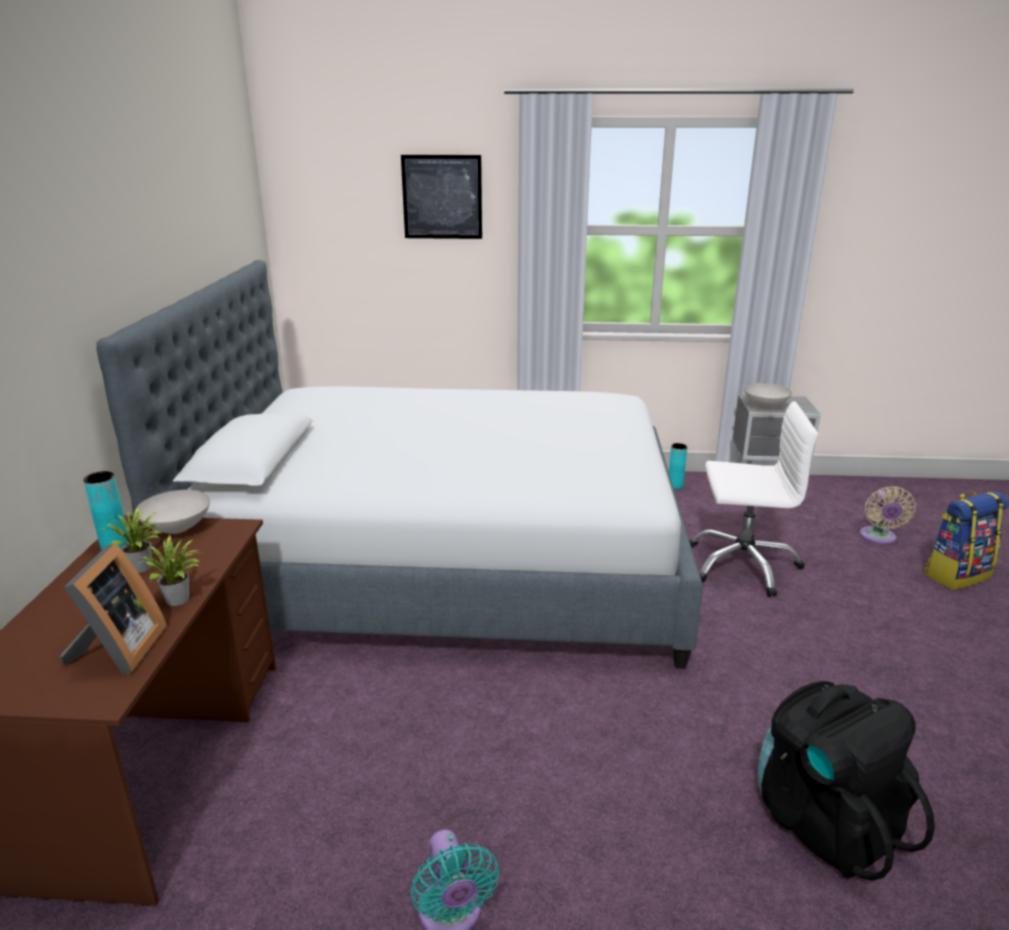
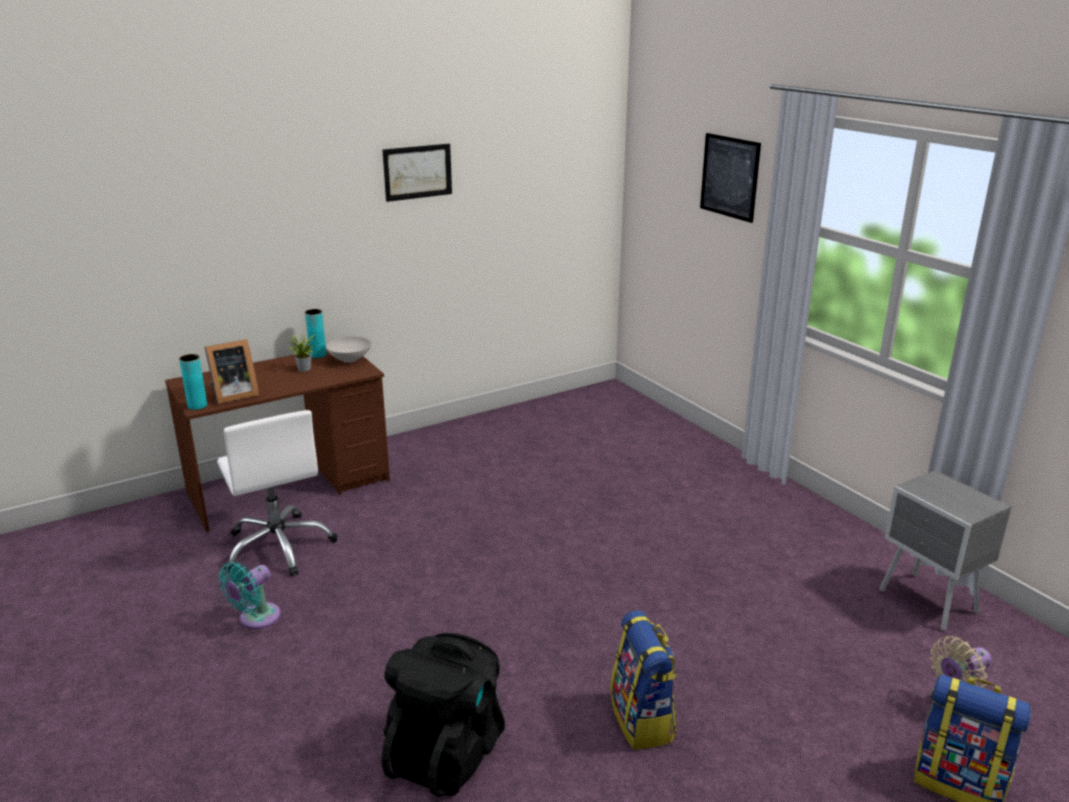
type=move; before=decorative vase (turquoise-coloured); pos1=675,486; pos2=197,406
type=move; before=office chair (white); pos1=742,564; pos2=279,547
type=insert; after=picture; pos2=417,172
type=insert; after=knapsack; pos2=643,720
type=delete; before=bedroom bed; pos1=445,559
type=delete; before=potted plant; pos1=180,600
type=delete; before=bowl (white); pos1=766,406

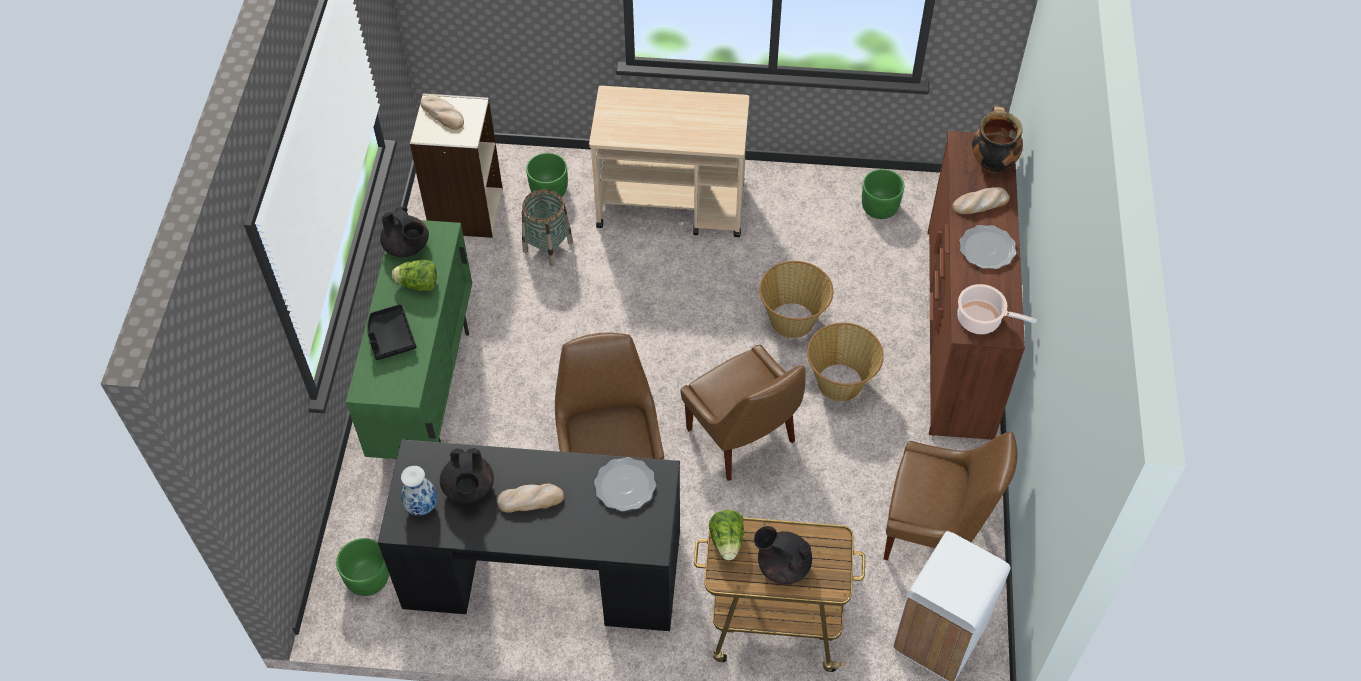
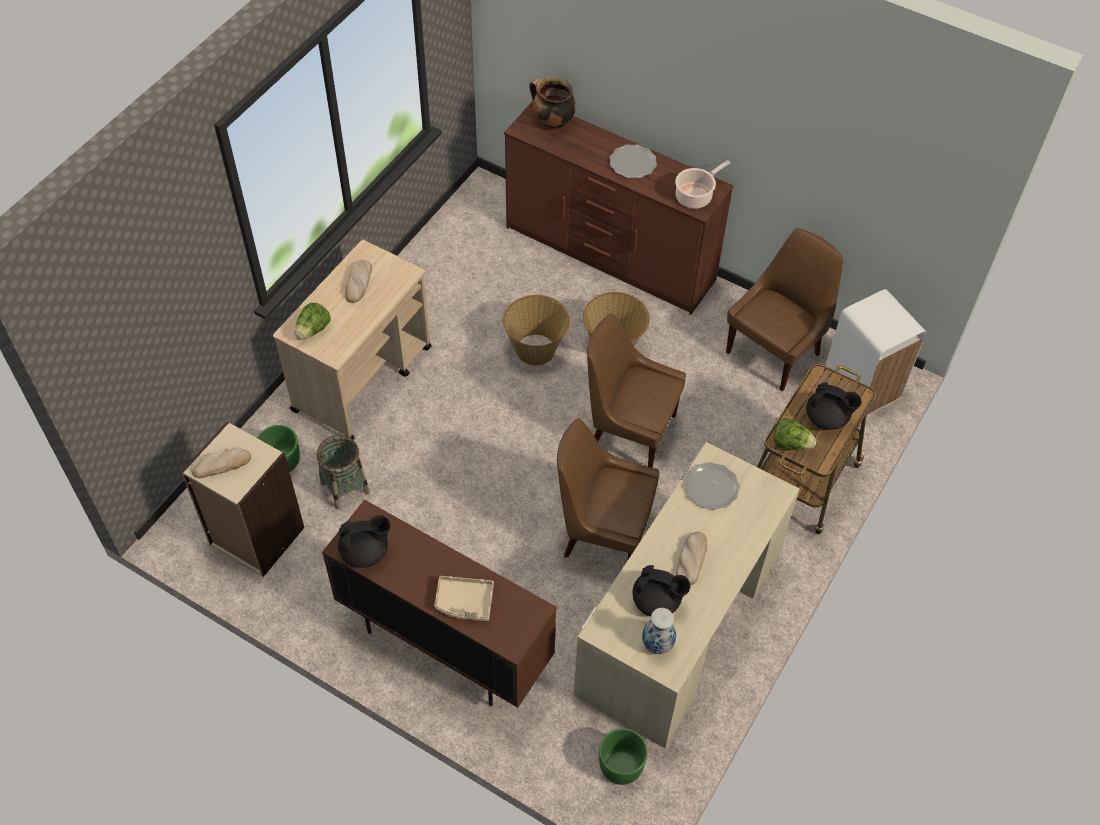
type=move; before=head of lettuce; pos1=418,284; pos2=313,330
type=recolor; before=cabinet (green); after=cabinet (brownish); pos1=427,390; pos2=445,645
type=move; before=baked bread; pos1=980,203; pos2=358,283
type=recolor; before=carrying tray (blackish); after=carrying tray (beige-coloured); pos1=390,337; pos2=464,602
type=recolor; before=desk table (blackish); after=desk table (beige-coloured); pos1=542,568; pos2=678,623
type=rotate; before=chair (brownish); pos1=743,438; pos2=629,431; turn=-150
type=rotate; before=teapot (blackish); pos1=782,565; pos2=827,418; turn=-120
type=delete; before=planter (green); pos1=880,208

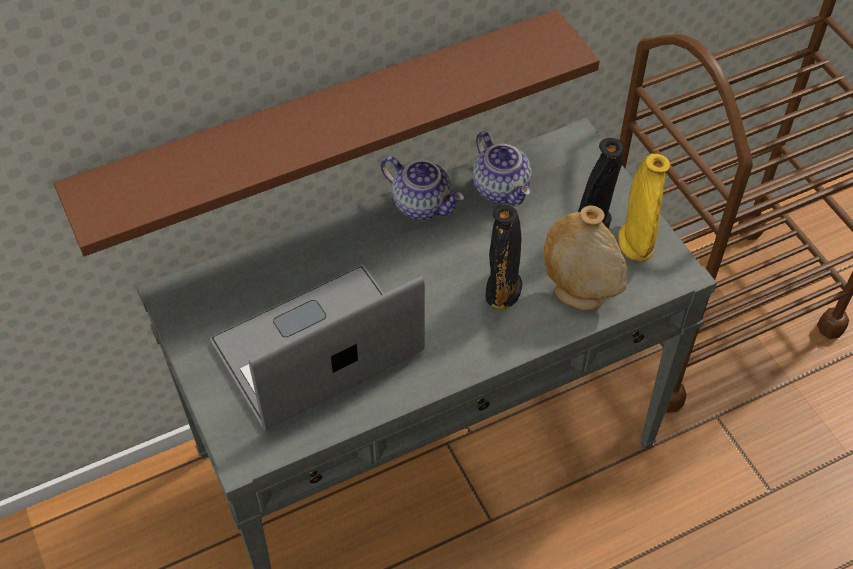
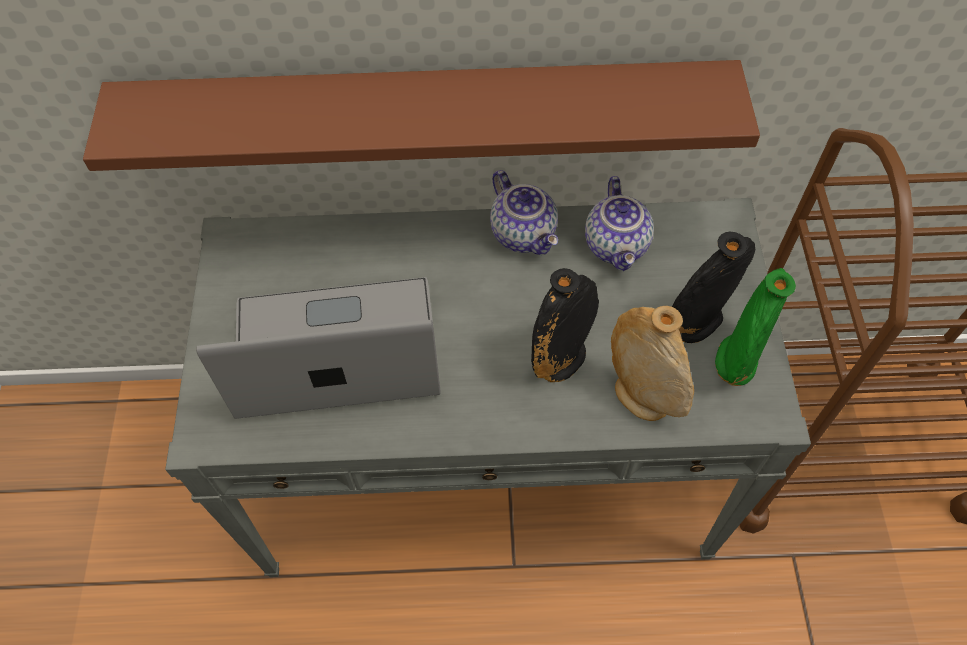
type=recolor; before=decorative vase (yellowish); after=decorative vase (green); pos1=635,243; pos2=736,361

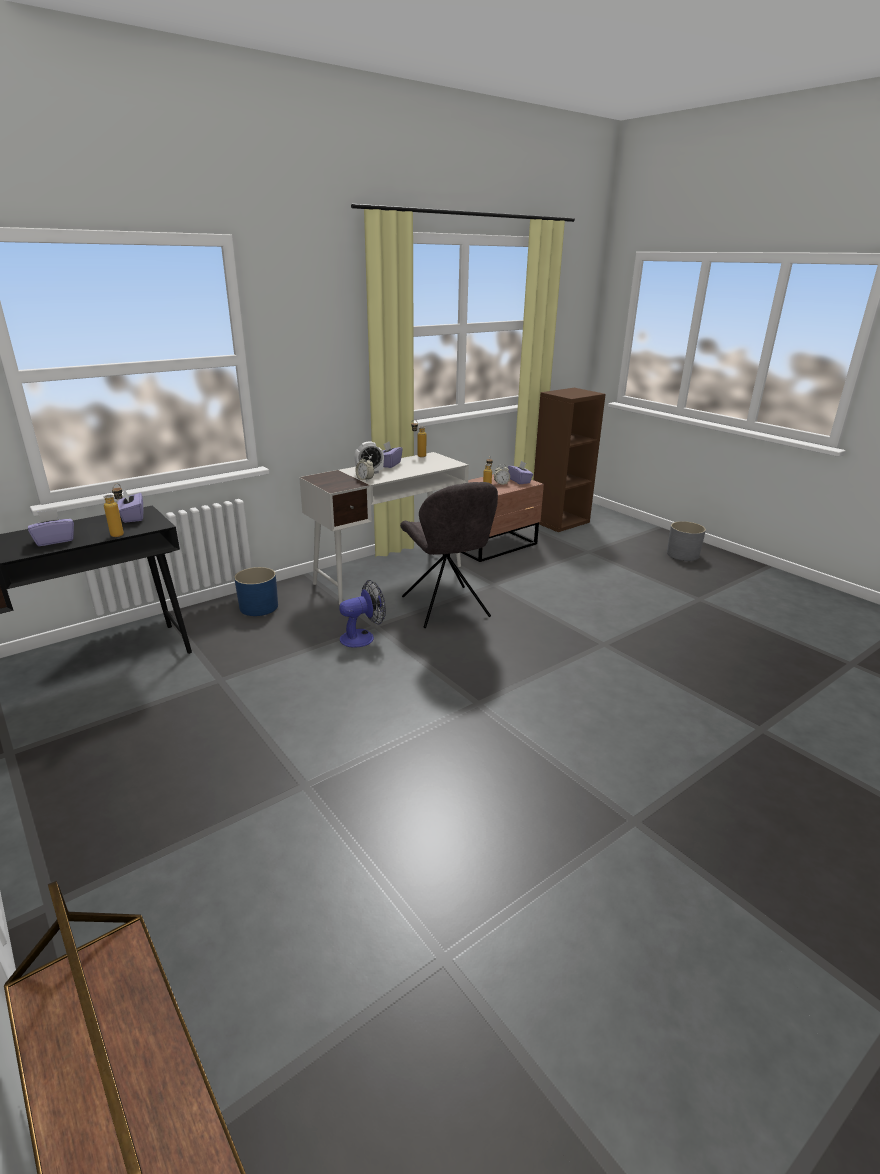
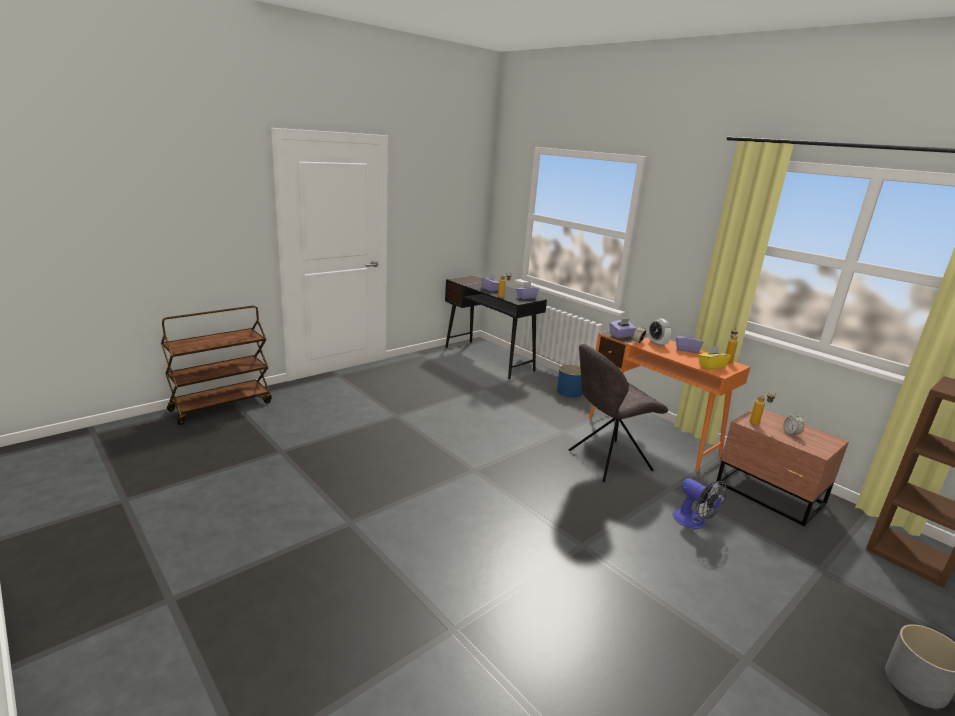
type=recolor; before=desk table (white); after=desk table (orangey); pos1=390,574; pos2=652,436
type=move; before=tissue box (purple); pos1=520,481; pos2=621,335
type=move; before=fan; pos1=363,637; pos2=694,522
type=insert; after=tissue box (yellowish); pos2=711,366

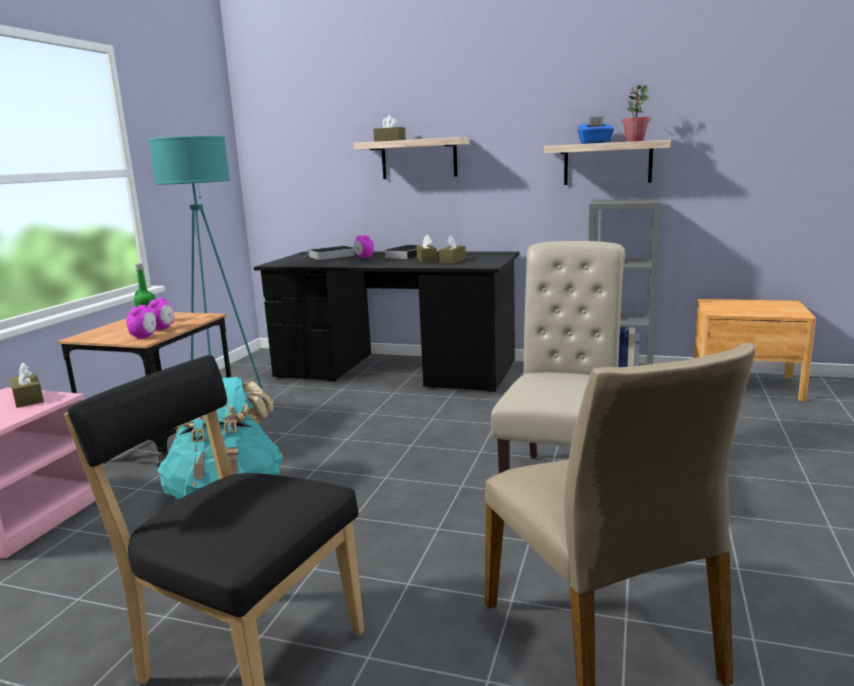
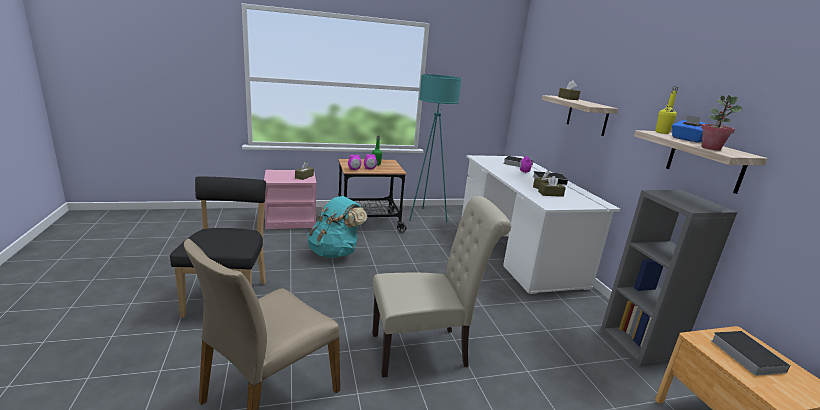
type=recolor; before=desk table (blackish); after=desk table (white); pos1=395,370; pos2=517,250
type=insert; after=beverage bottle (yellowish); pos2=662,132
type=insert; after=bound book; pos2=744,354

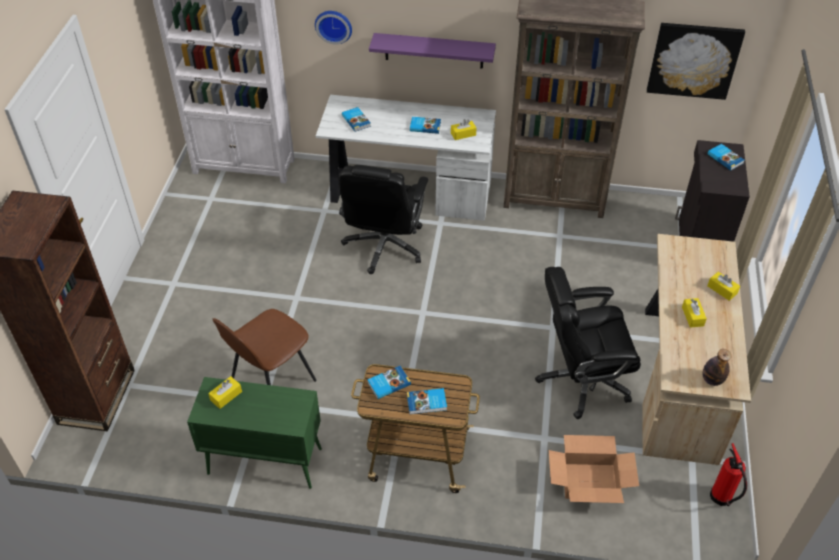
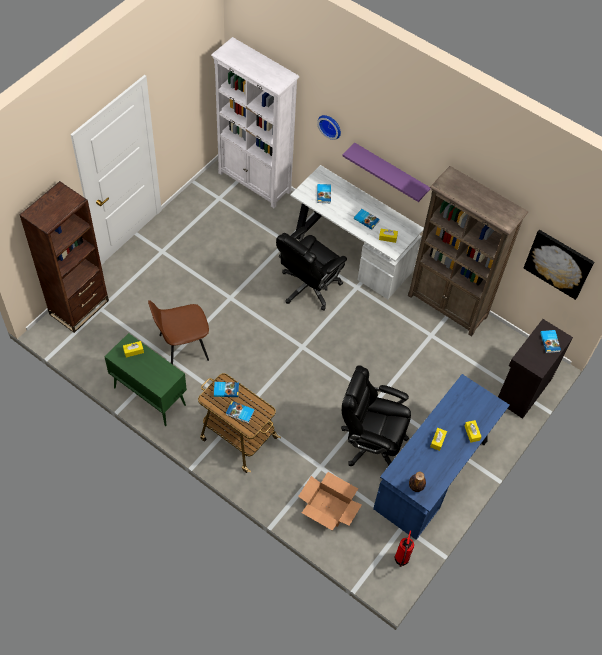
type=recolor; before=desk table (beige-coloured); after=desk table (bluish); pos1=678,378; pos2=434,473

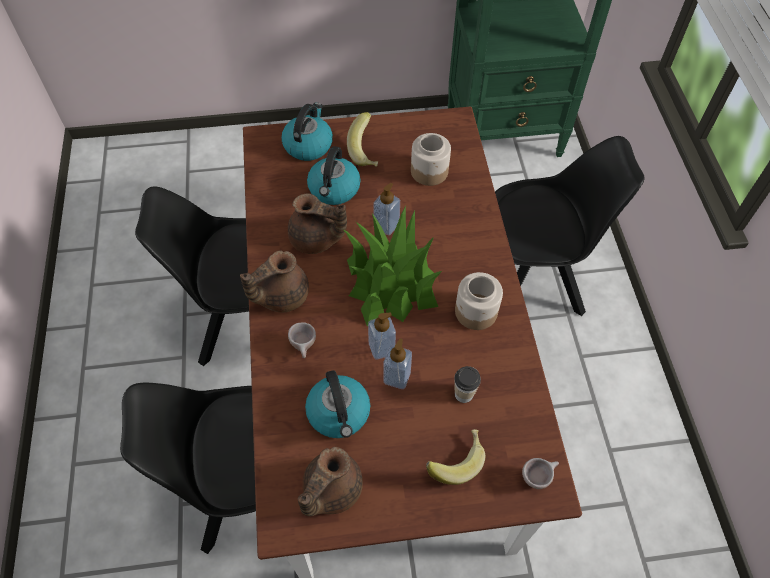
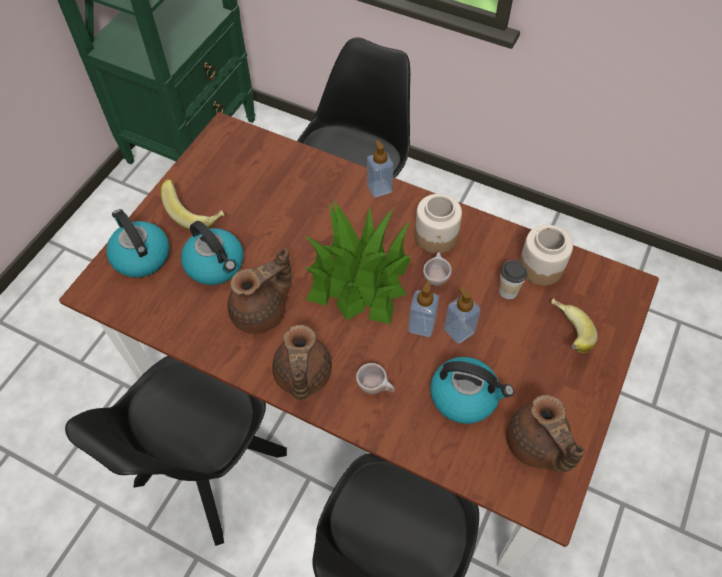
type=move; before=soap bottle; pos1=386,225; pos2=379,188
type=move; before=cup (beige-coloured); pos1=538,477; pos2=435,277
type=move; before=jar; pos1=429,171; pos2=540,267

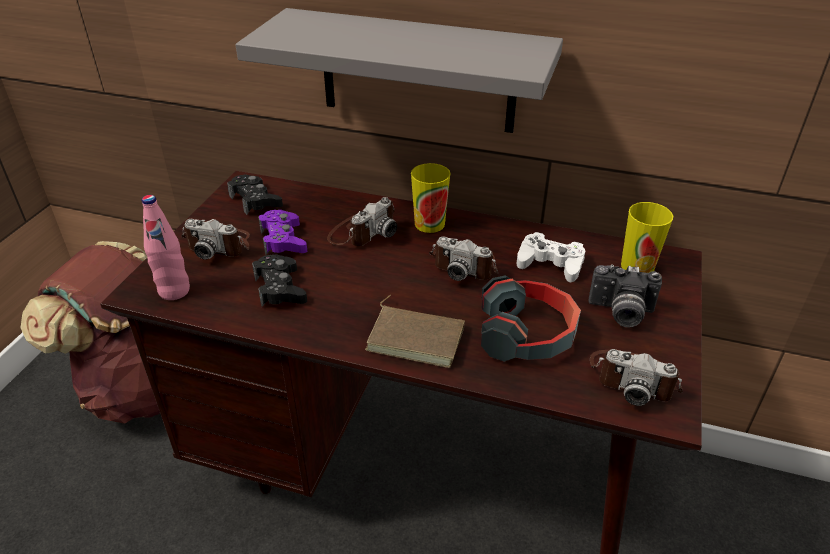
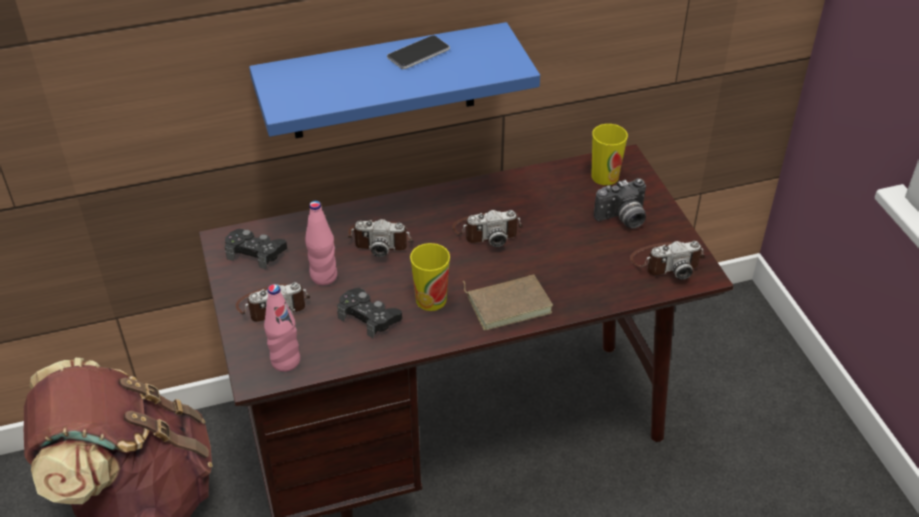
type=recolor; before=bracket shelf (grey); after=bracket shelf (bluish); pos1=417,72; pos2=383,82
type=replace; before=joypad (purple); after=beverage bottle (pinkish); pos1=283,240; pos2=323,277
type=rotate; before=photo camera; pos1=362,232; pos2=381,239; turn=90
type=insert; after=telephone; pos2=418,53
type=move; before=cup; pos1=429,224; pos2=431,299
type=delete; before=headset; pos1=527,334
type=delete; before=joypad (white); pos1=550,263

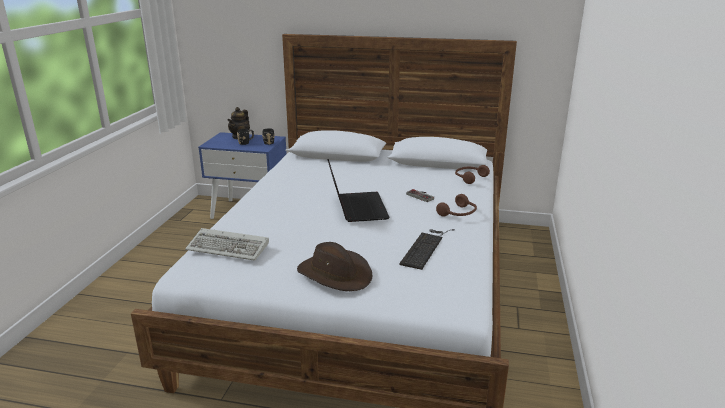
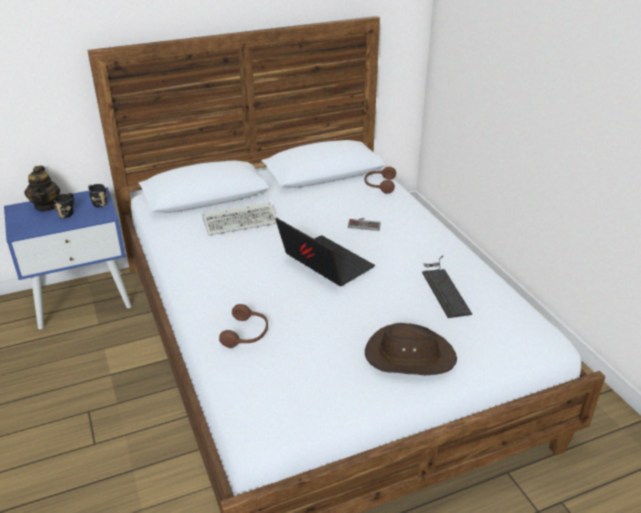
type=move; before=keyboard; pos1=230,247; pos2=242,221
type=move; before=headset (brownish); pos1=458,214; pos2=247,334

